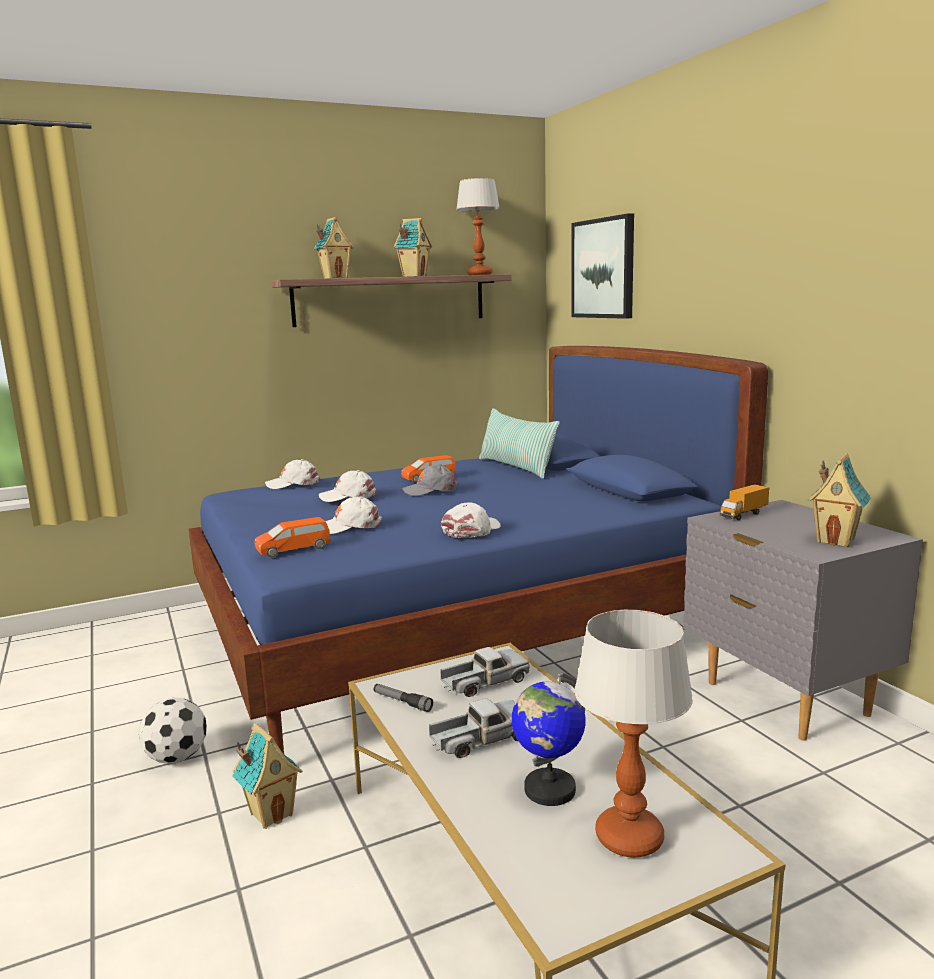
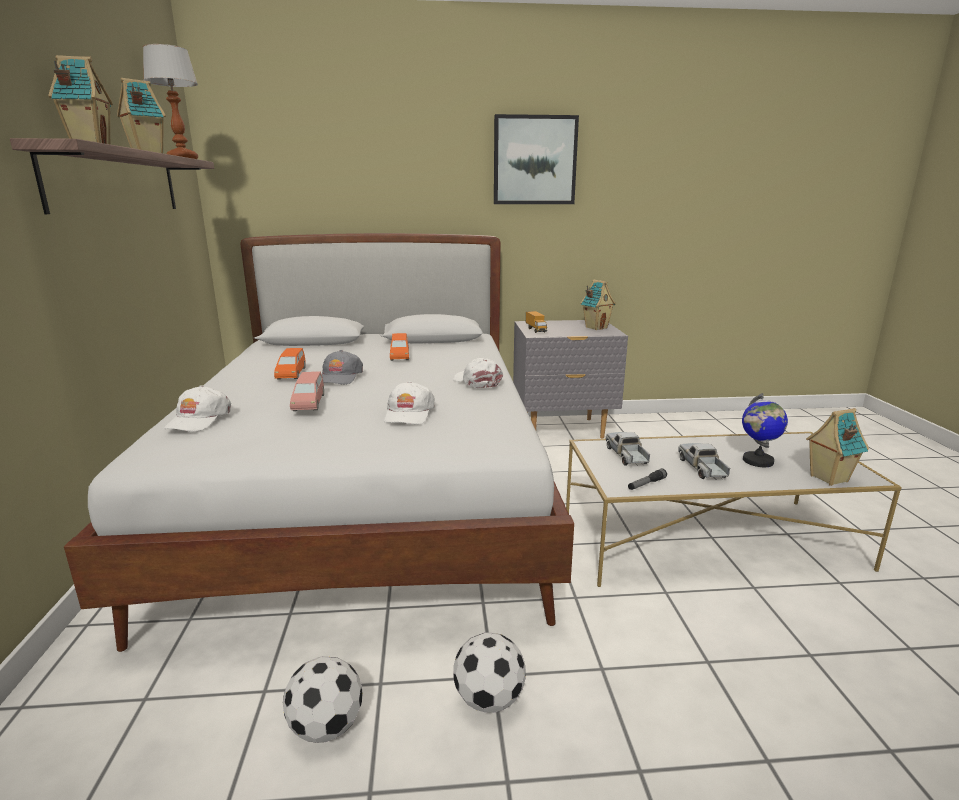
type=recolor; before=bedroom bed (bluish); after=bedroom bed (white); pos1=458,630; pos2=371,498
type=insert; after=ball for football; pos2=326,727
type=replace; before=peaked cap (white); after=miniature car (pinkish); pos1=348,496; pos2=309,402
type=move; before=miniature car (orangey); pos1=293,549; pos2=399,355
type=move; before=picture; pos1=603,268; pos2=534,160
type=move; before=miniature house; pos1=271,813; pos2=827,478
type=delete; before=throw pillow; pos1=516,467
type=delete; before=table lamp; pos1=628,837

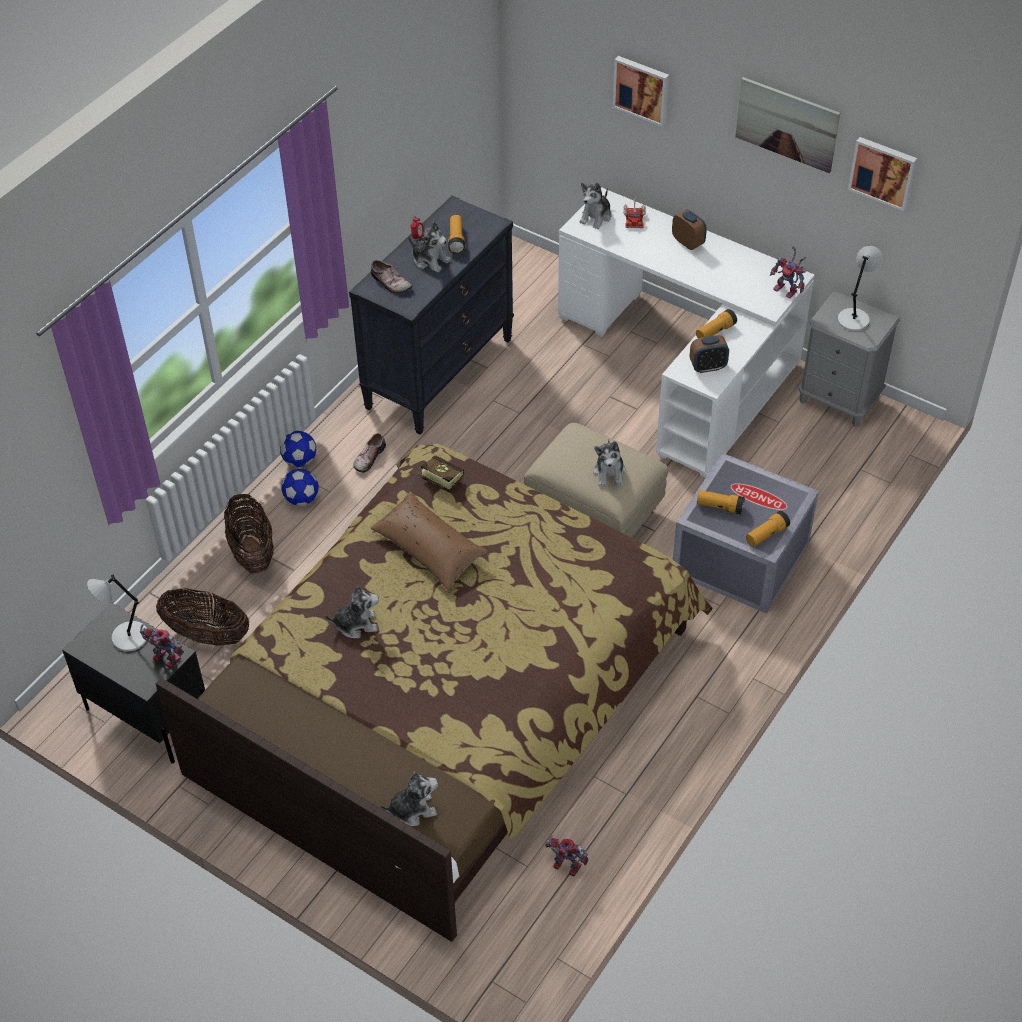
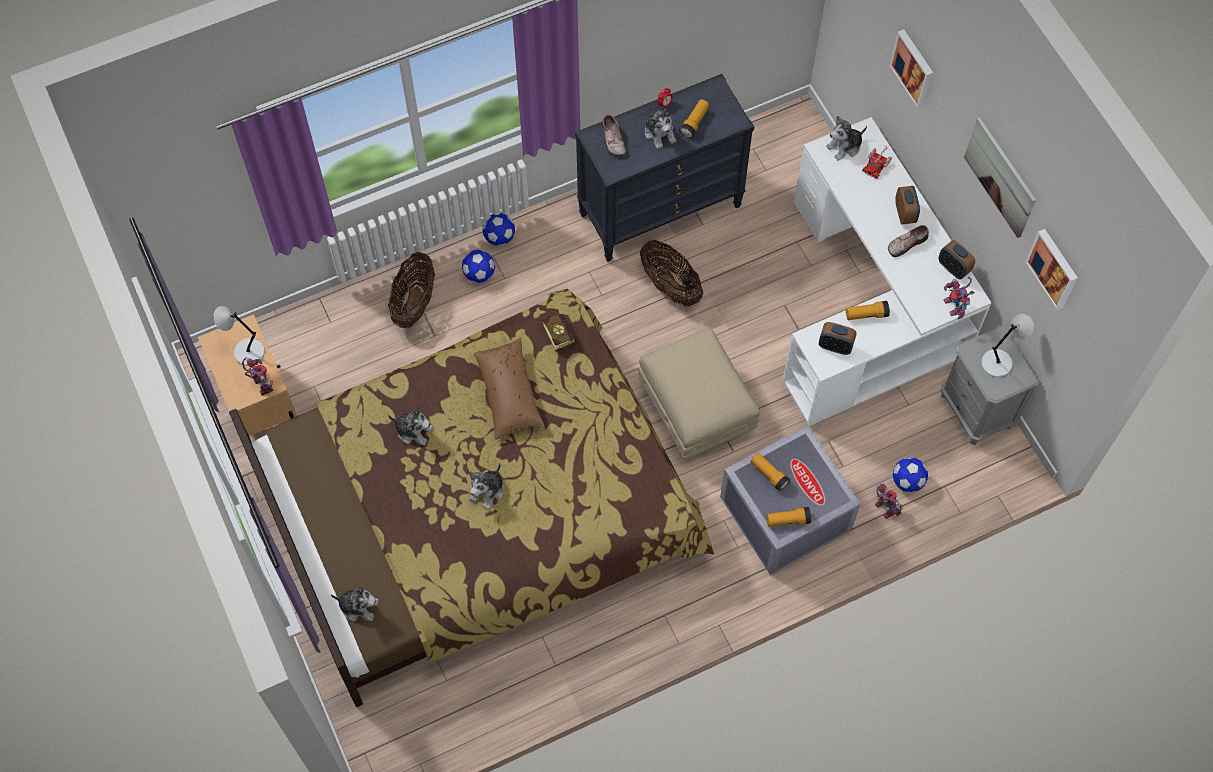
type=recolor; before=nightstand (blackish); after=nightstand (beige-coloured); pos1=148,714; pos2=259,403
type=move; before=plush toy; pos1=610,473; pos2=488,491
type=move; before=storage basket; pos1=207,634; pos2=670,285
type=move; before=robot figure; pos1=563,866; pos2=882,507
type=move; before=shoe; pos1=368,457; pos2=906,243
type=insert; after=ball for football; pos2=907,481
type=insert; after=alarm clock; pos2=953,268

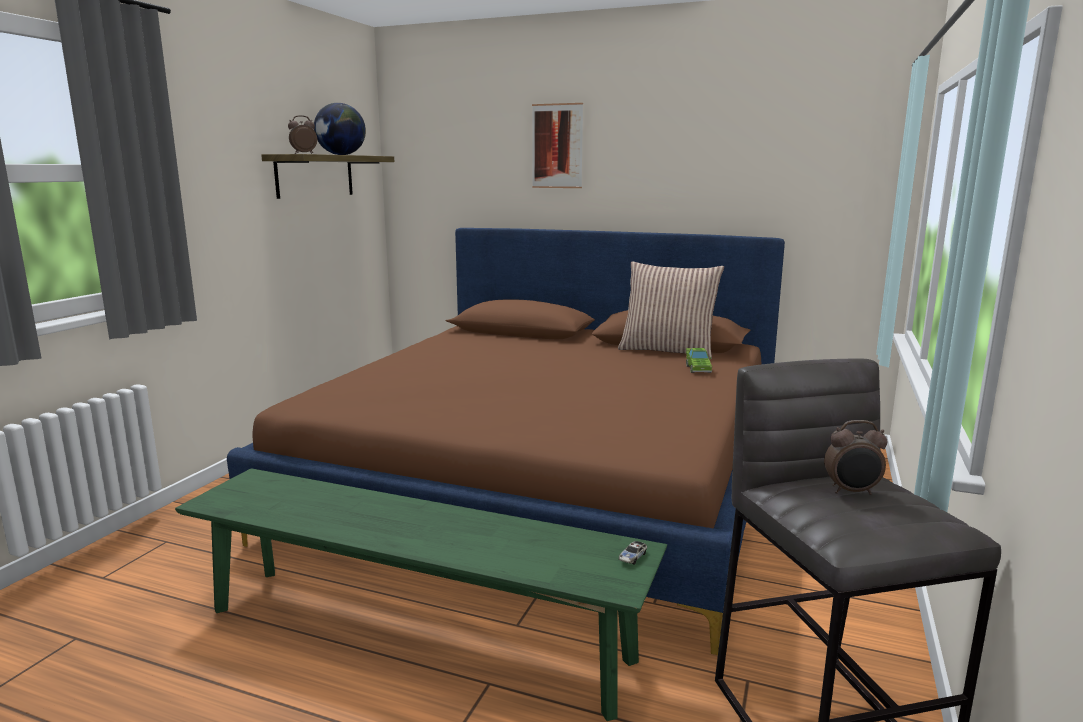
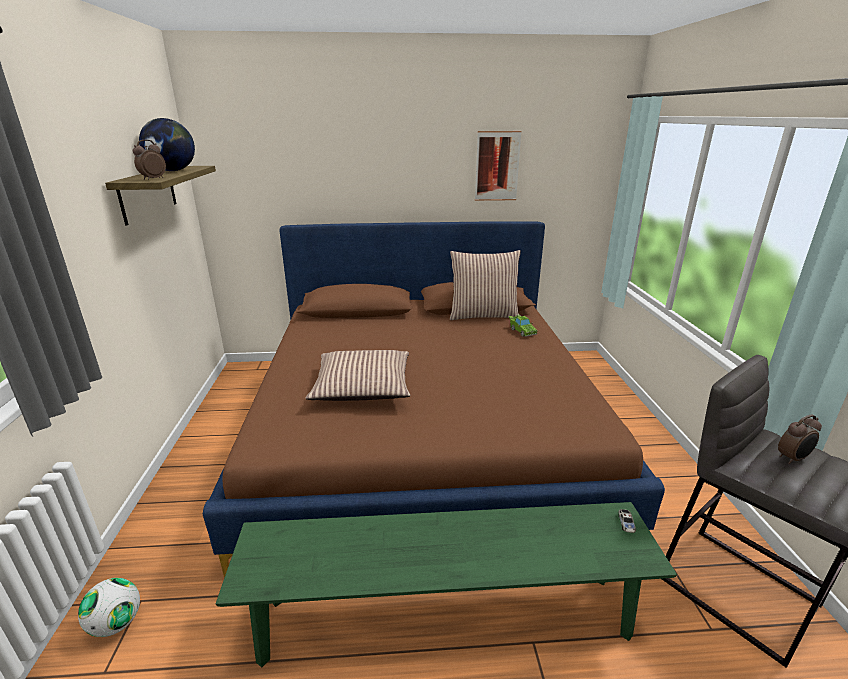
type=insert; after=ball for football; pos2=117,623
type=insert; after=throw pillow; pos2=362,386
type=move; before=picture; pos1=557,146; pos2=497,166

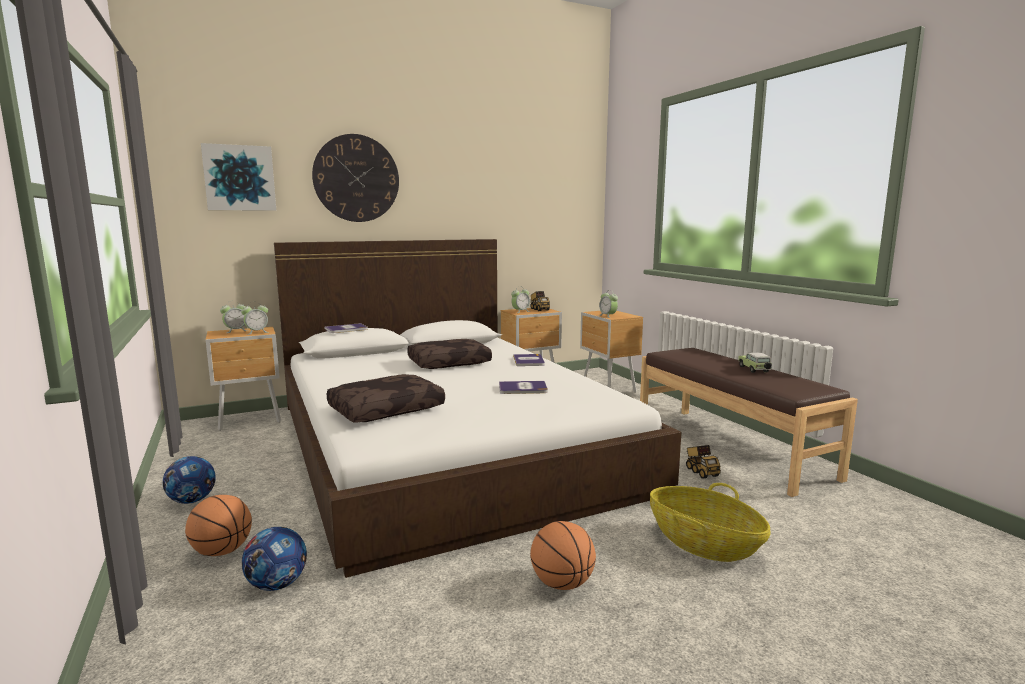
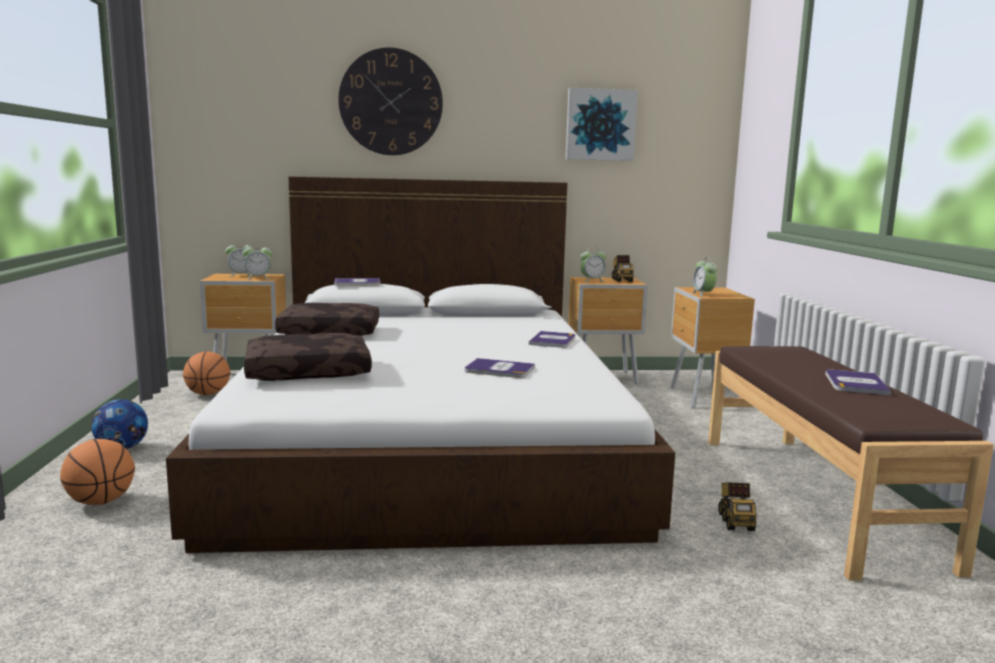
type=move; before=ball for basketball; pos1=562,584; pos2=208,394
type=move; before=throw pillow (brownish); pos1=449,363; pos2=331,332
type=move; before=picture; pos1=239,178; pos2=600,125
type=replace; before=miniature car; after=bound book; pos1=754,370; pos2=855,383
type=delete; before=ball for football; pos1=277,584
type=delete; before=storage basket; pos1=704,543

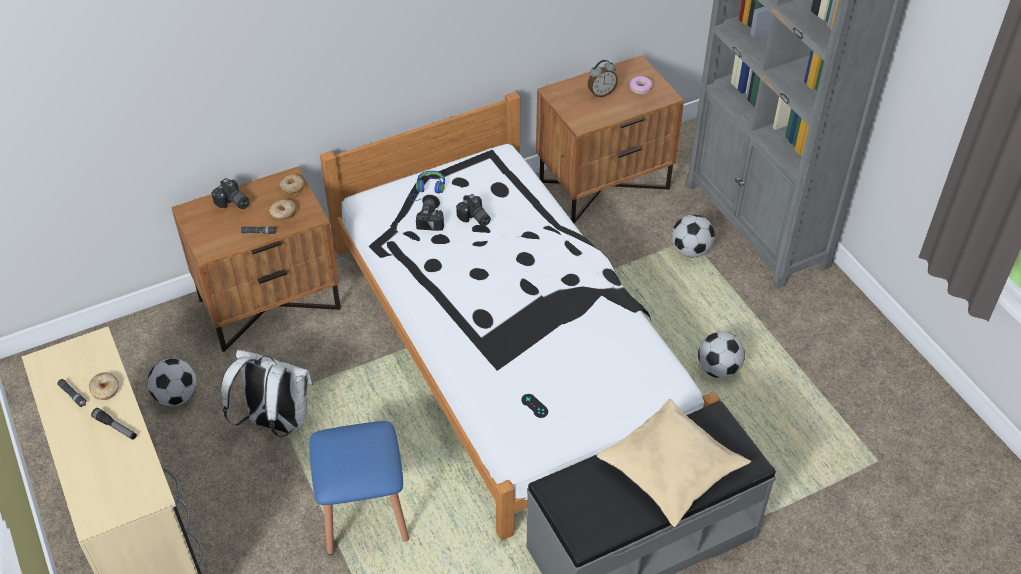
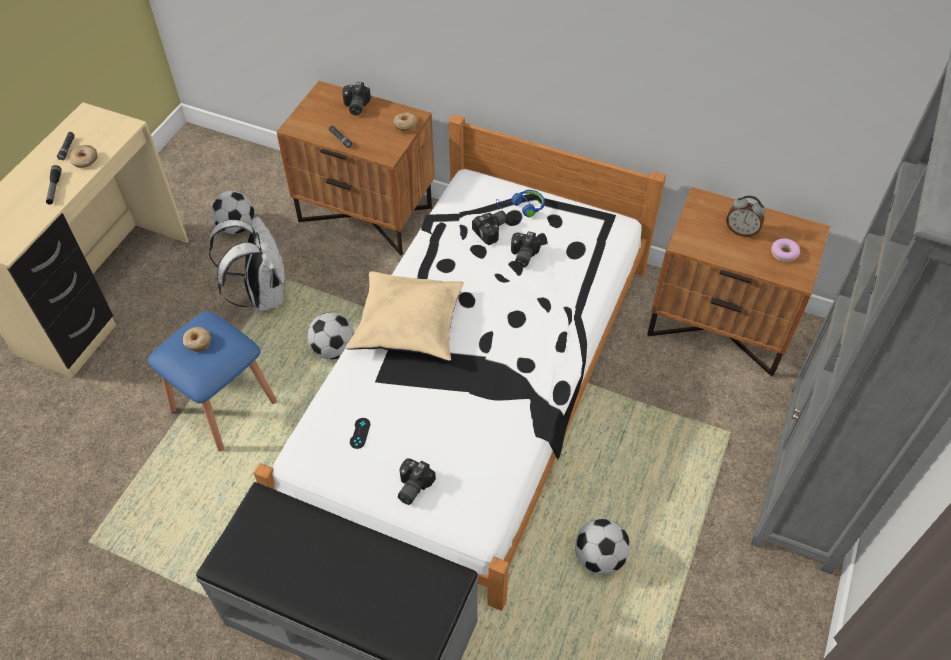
type=move; before=donut; pos1=283,213; pos2=197,342
type=move; before=ball for football; pos1=691,250; pos2=334,349
type=move; before=throw pillow (beige-coloured); pos1=671,469; pos2=409,324
type=insert; after=photo camera; pos2=411,486

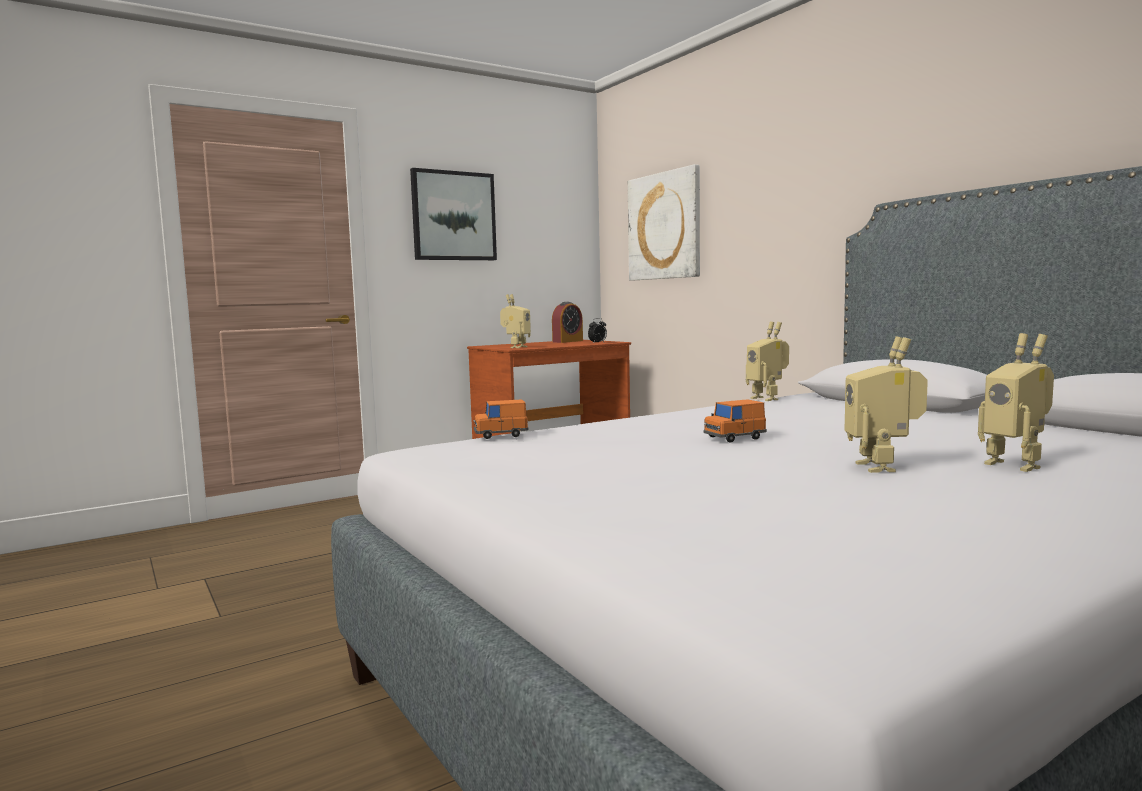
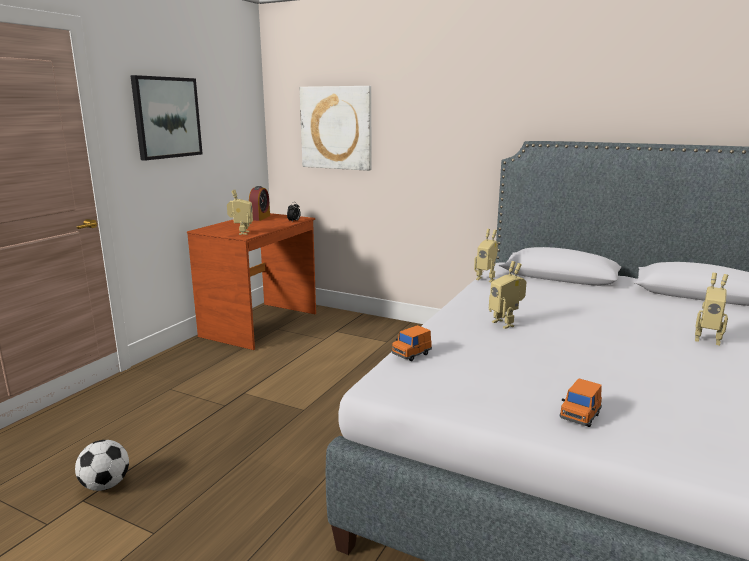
type=insert; after=ball for football; pos2=106,485
type=move; before=robot figure; pos1=883,467; pos2=505,323
type=move; before=miniature car (orangey); pos1=734,438; pos2=580,416

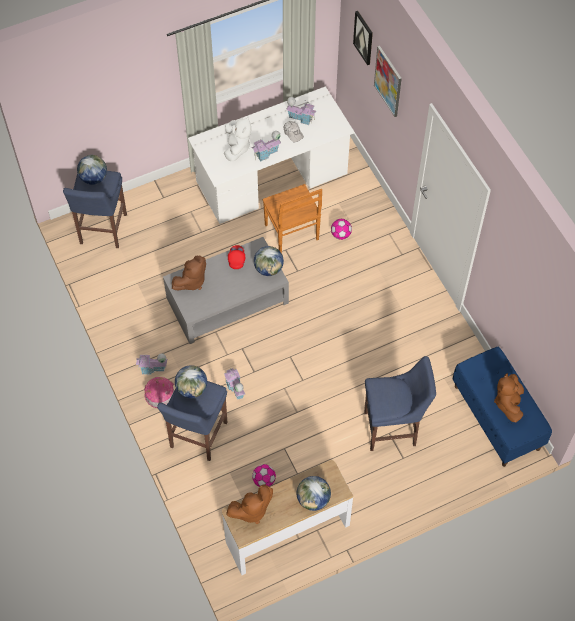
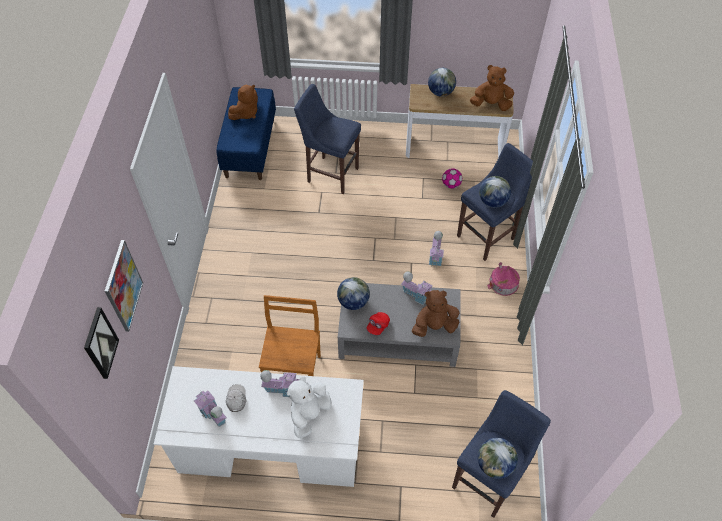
type=move; before=miniature house; pos1=152,369; pos2=417,295
type=delete; before=ball for football; pos1=341,234

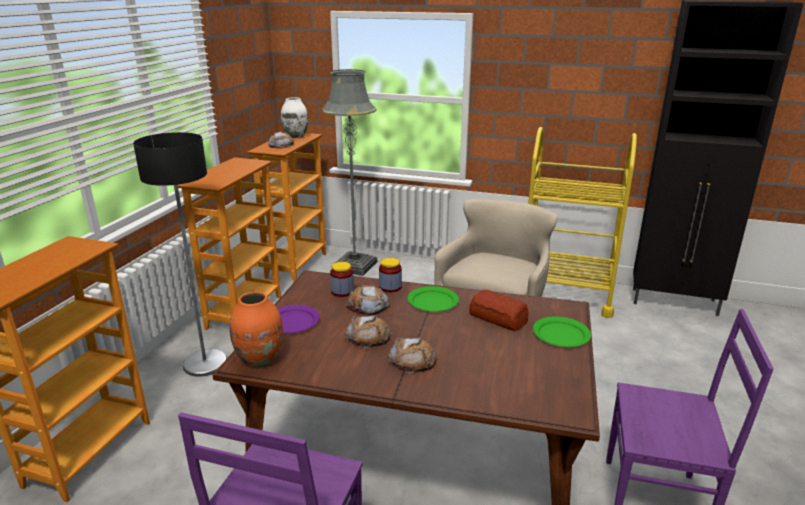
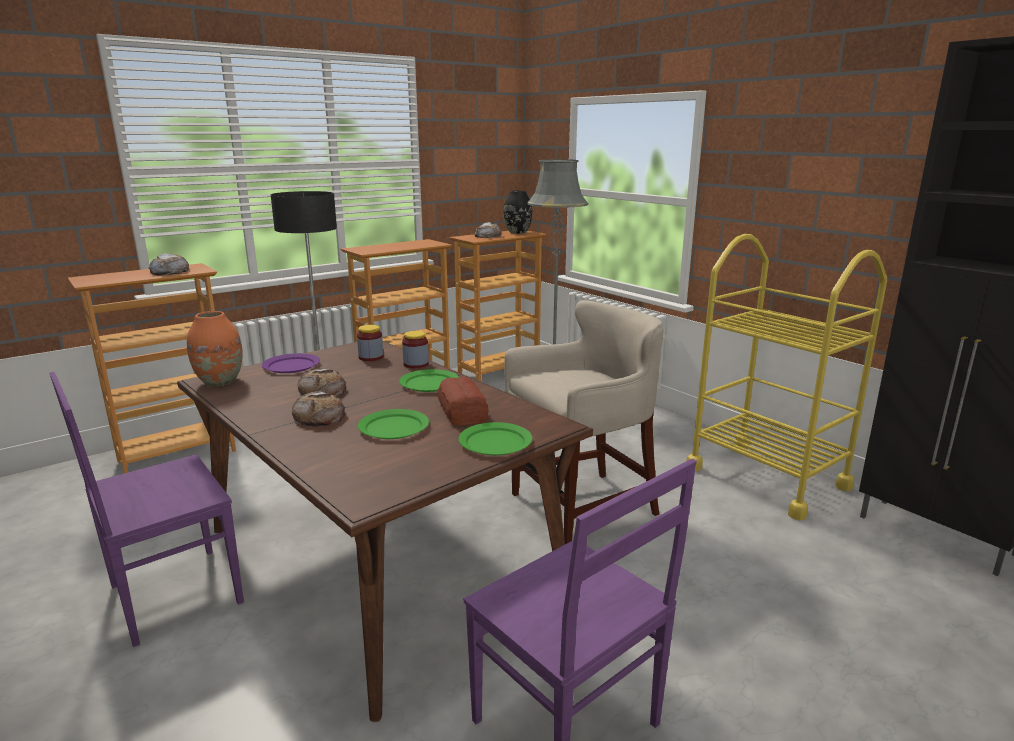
type=move; before=baked bread; pos1=368,305; pos2=169,272
type=insert; after=plate (green); pos2=393,427
type=recolor; before=decorative vase (white); after=decorative vase (blackish); pos1=295,136; pos2=517,232

